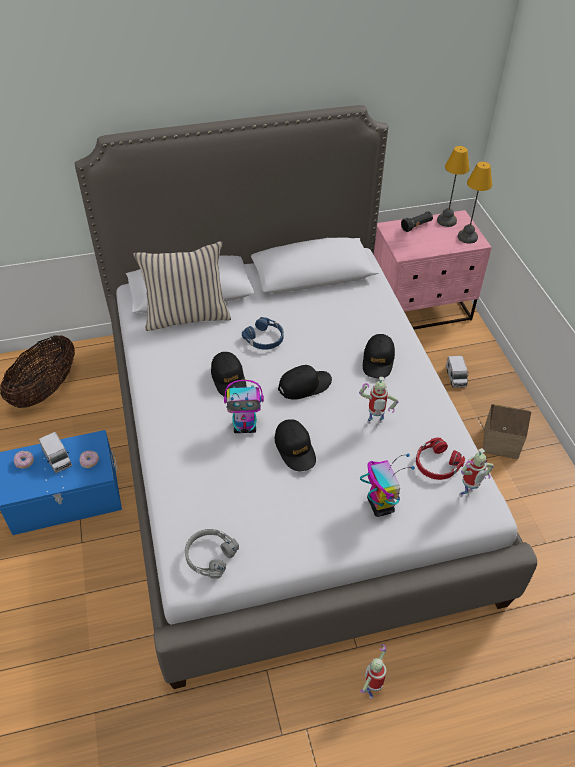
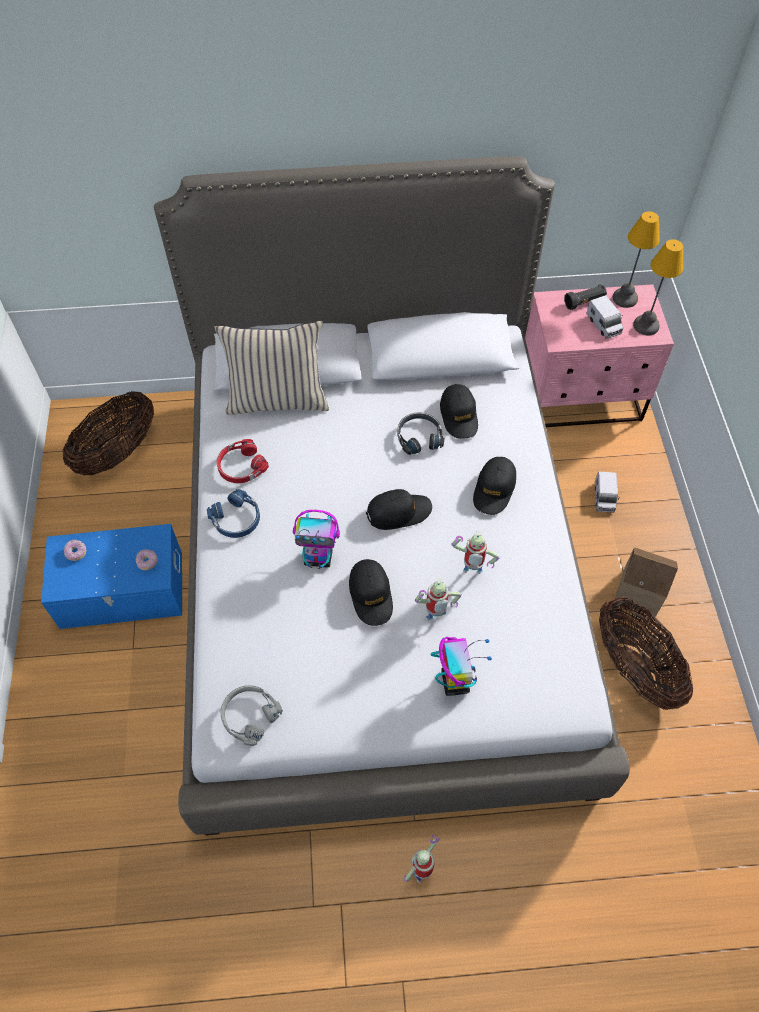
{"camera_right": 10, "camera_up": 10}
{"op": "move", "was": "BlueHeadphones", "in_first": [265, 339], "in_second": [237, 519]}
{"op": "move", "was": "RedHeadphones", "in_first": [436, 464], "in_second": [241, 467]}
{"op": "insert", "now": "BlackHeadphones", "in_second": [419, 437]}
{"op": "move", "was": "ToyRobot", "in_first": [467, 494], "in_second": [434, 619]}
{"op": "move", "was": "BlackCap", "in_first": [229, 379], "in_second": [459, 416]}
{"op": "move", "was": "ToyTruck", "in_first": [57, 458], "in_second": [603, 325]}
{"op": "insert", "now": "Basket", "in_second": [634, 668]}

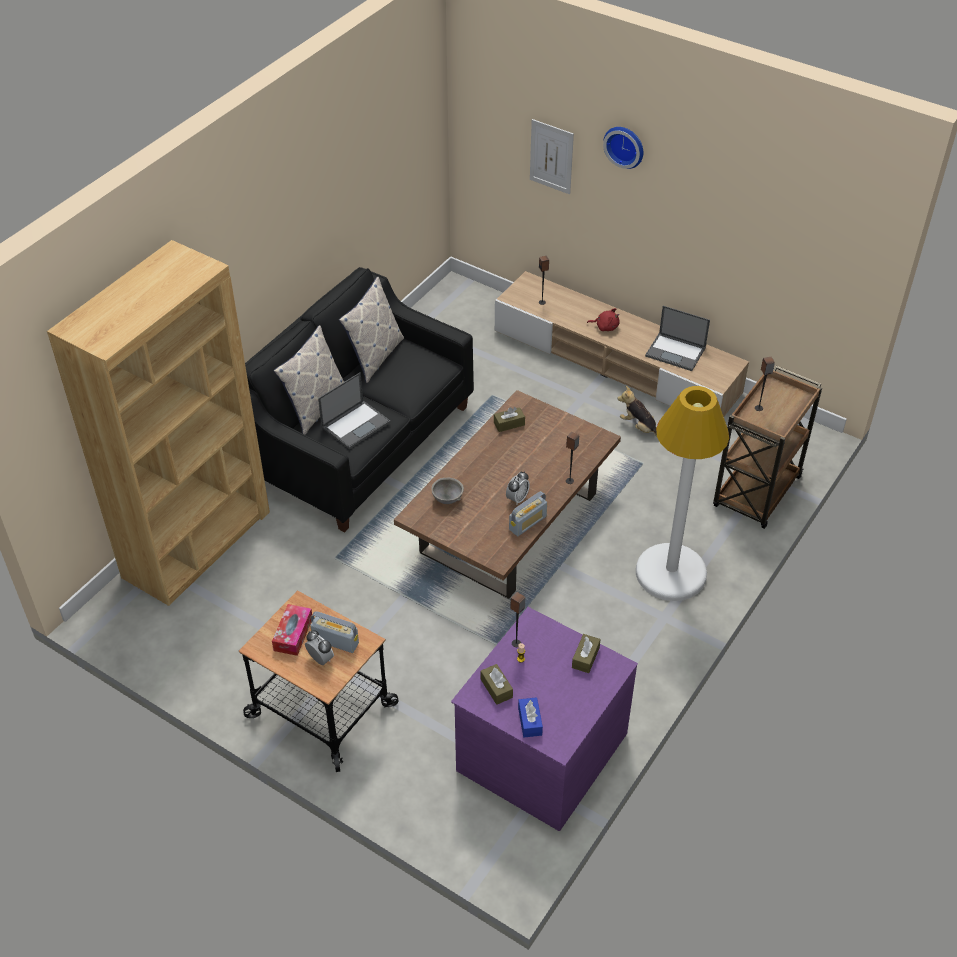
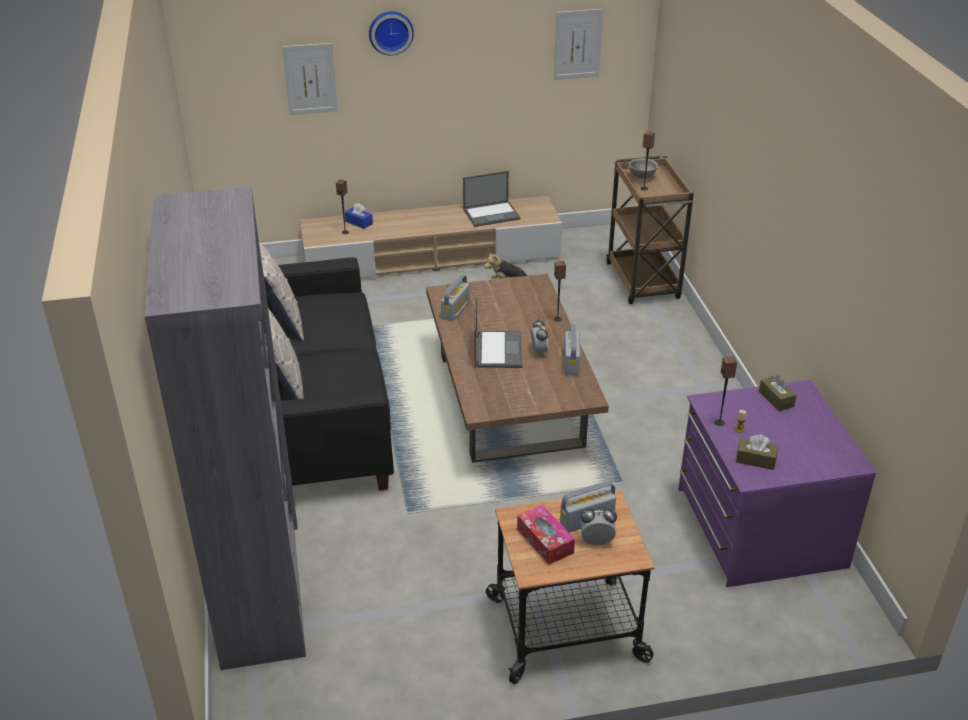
{"camera_right": -45, "camera_up": -10}
{"op": "recolor", "was": "BrownBookcase", "now": "GreyBookcase", "in_first": [197, 544], "in_second": [261, 588]}
{"op": "move", "was": "BlueTissueBox", "in_first": [530, 721], "in_second": [359, 222]}
{"op": "replace", "was": "BrownTissueBox", "now": "Radio", "in_first": [509, 424], "in_second": [455, 310]}
{"op": "move", "was": "Laptop", "in_first": [356, 424], "in_second": [497, 349]}
{"op": "insert", "now": "Picture", "in_second": [578, 44]}
{"op": "move", "was": "GreyBowl", "in_first": [447, 499], "in_second": [641, 177]}
{"op": "delete", "was": "RedPlushToy", "in_first": [605, 327]}
{"op": "delete", "was": "WhiteFloorLamp", "in_first": [671, 573]}

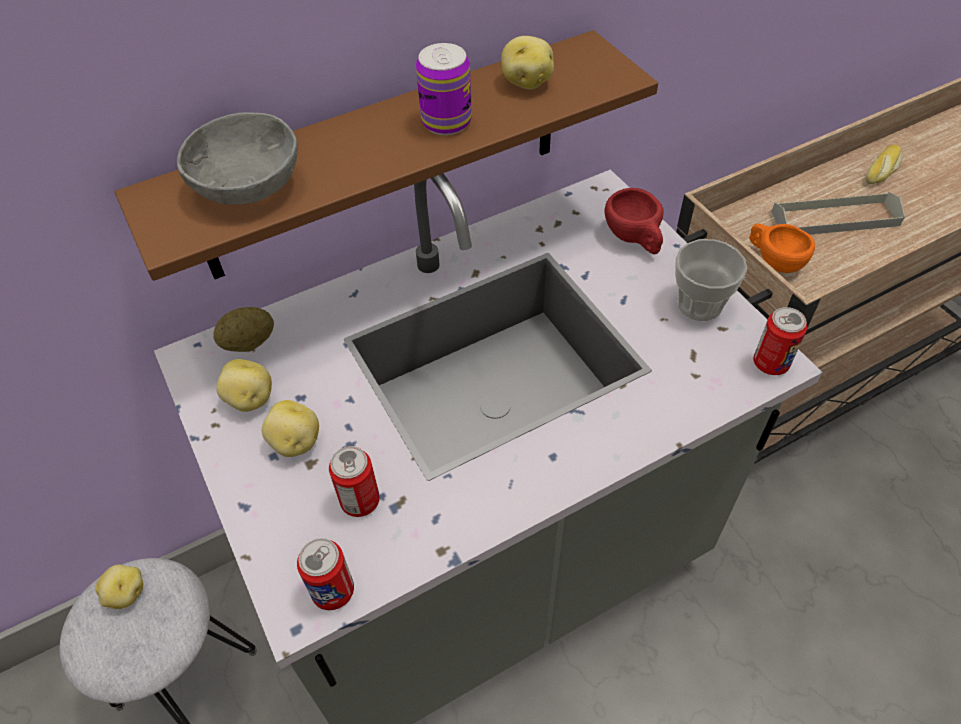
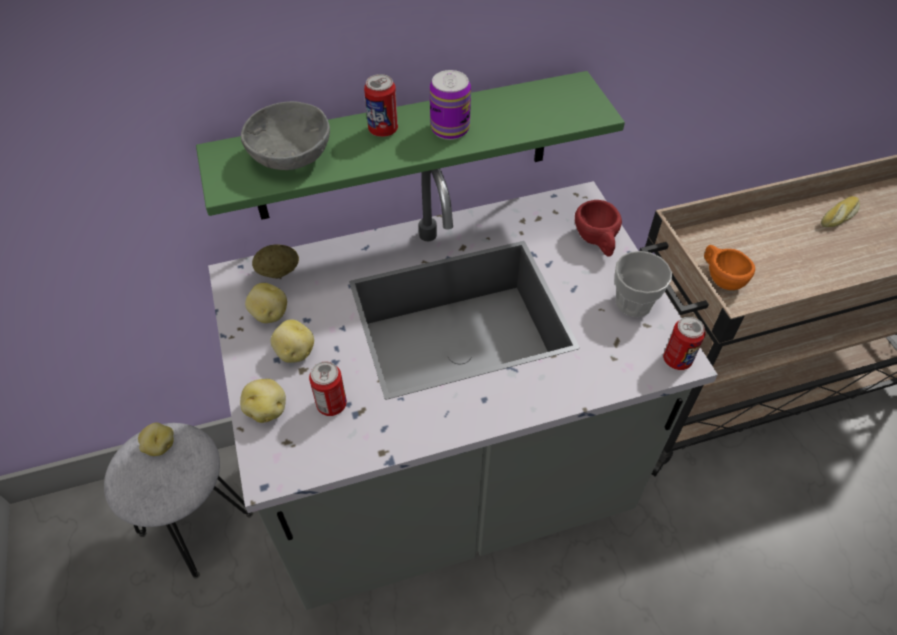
{"camera_right": 10, "camera_up": 0}
{"op": "recolor", "was": "BrownShelf", "now": "GreenShelf", "in_first": [383, 159], "in_second": [403, 148]}
{"op": "move", "was": "Potato", "in_first": [527, 82], "in_second": [267, 409]}
{"op": "move", "was": "Can", "in_first": [333, 591], "in_second": [383, 130]}
{"op": "delete", "was": "GreyTray", "in_first": [835, 218]}

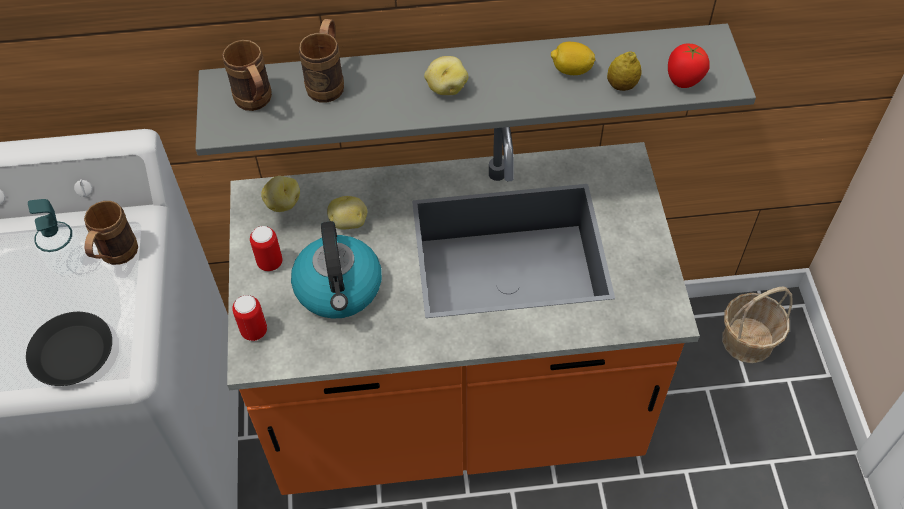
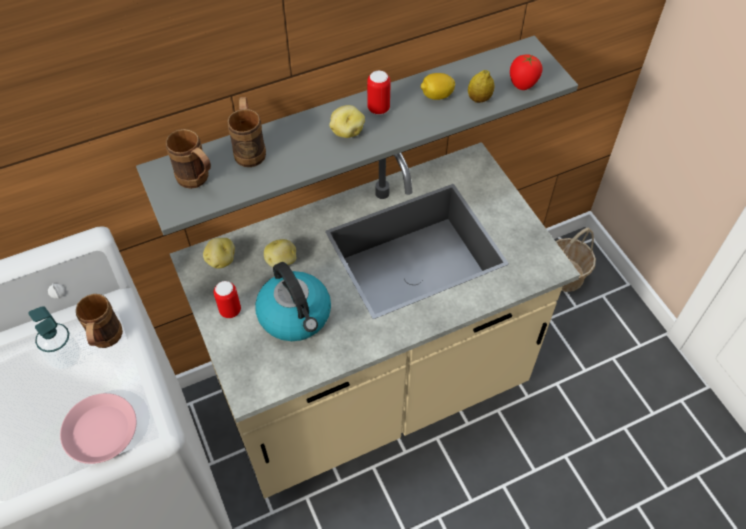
{"camera_right": -20, "camera_up": 0}
{"op": "recolor", "was": "BlackPlate", "now": "PinkPlate", "in_first": [73, 353], "in_second": [101, 431]}
{"op": "recolor", "was": "OrangeCounter", "now": "BeigeCounter", "in_first": [455, 413], "in_second": [373, 392]}
{"op": "move", "was": "Can", "in_first": [254, 331], "in_second": [378, 109]}

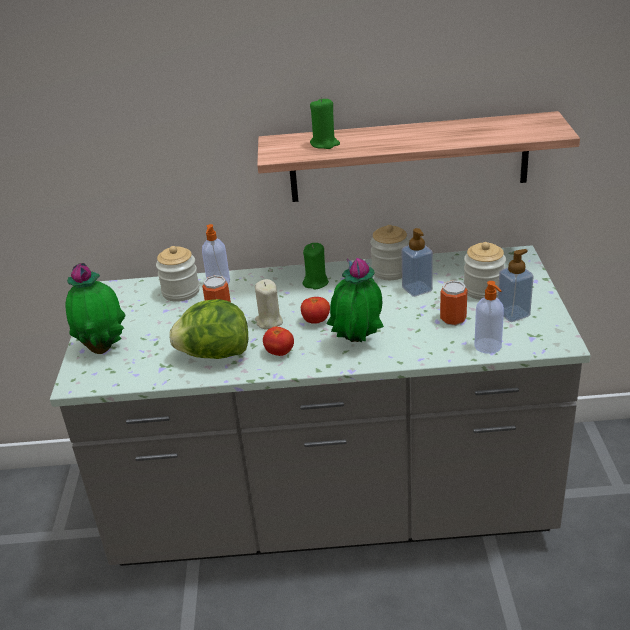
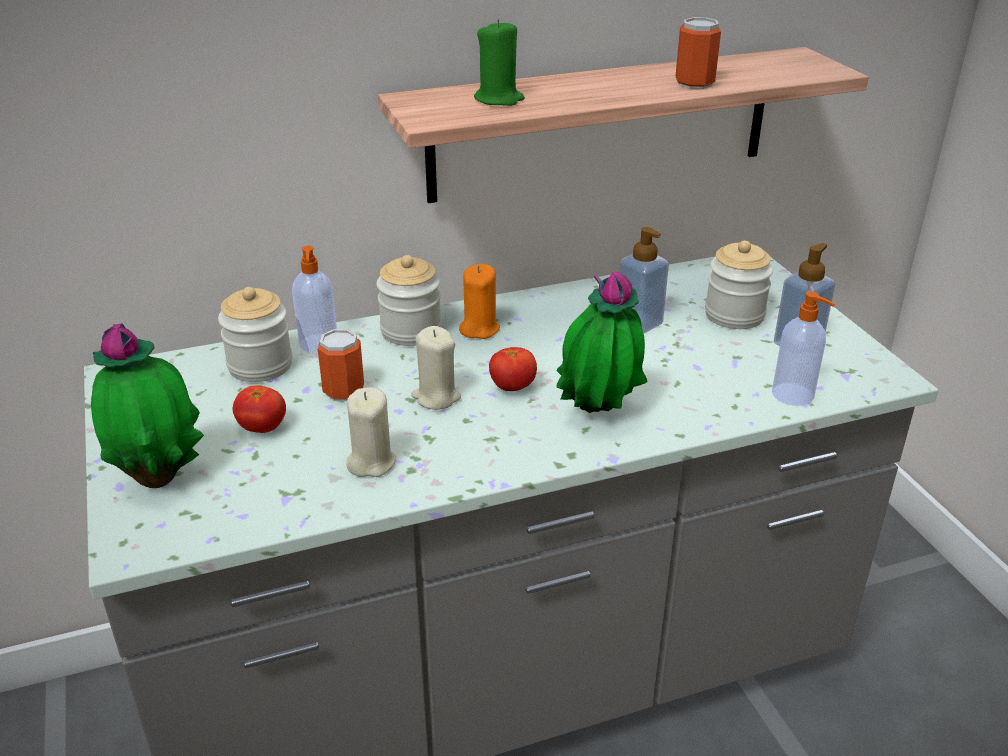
{"camera_right": -20, "camera_up": 0}
{"op": "move", "was": "Tomato", "in_first": [279, 352], "in_second": [262, 428]}
{"op": "replace", "was": "Lettuce", "now": "BeigeCandle", "in_first": [214, 355], "in_second": [371, 462]}
{"op": "move", "was": "Jar", "in_first": [390, 271], "in_second": [411, 331]}
{"op": "recolor", "was": "GreenCandle", "now": "OrangeCandle", "in_first": [316, 282], "in_second": [479, 329]}
{"op": "move", "was": "Can", "in_first": [453, 319], "in_second": [694, 83]}

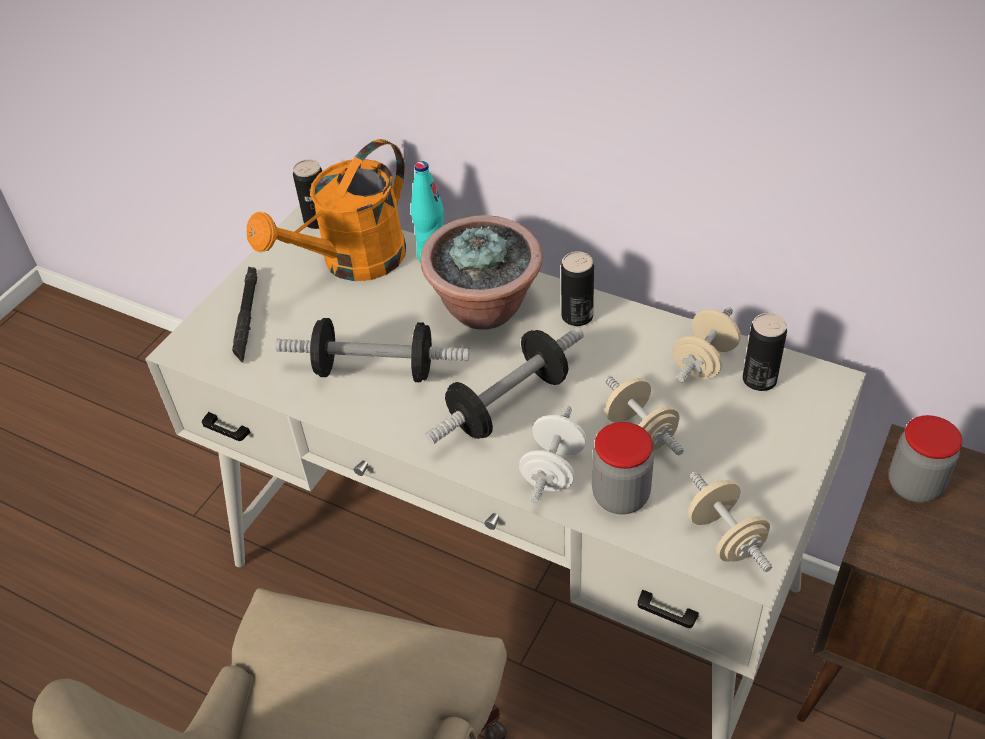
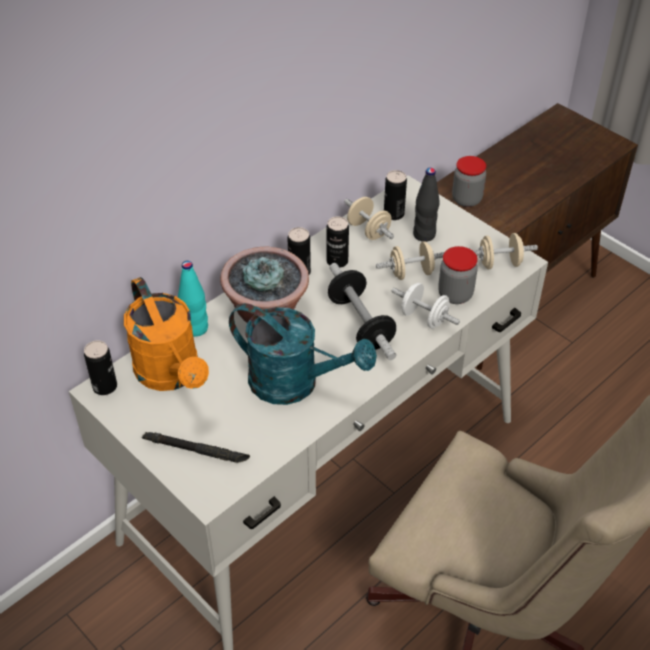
{"camera_right": -75, "camera_up": 0}
{"op": "replace", "was": "Dumbbell", "now": "TurquoiseWateringCan", "in_first": [376, 370], "in_second": [295, 383]}
{"op": "insert", "now": "Can", "in_second": [337, 261]}
{"op": "insert", "now": "BlackBottle", "in_second": [424, 235]}

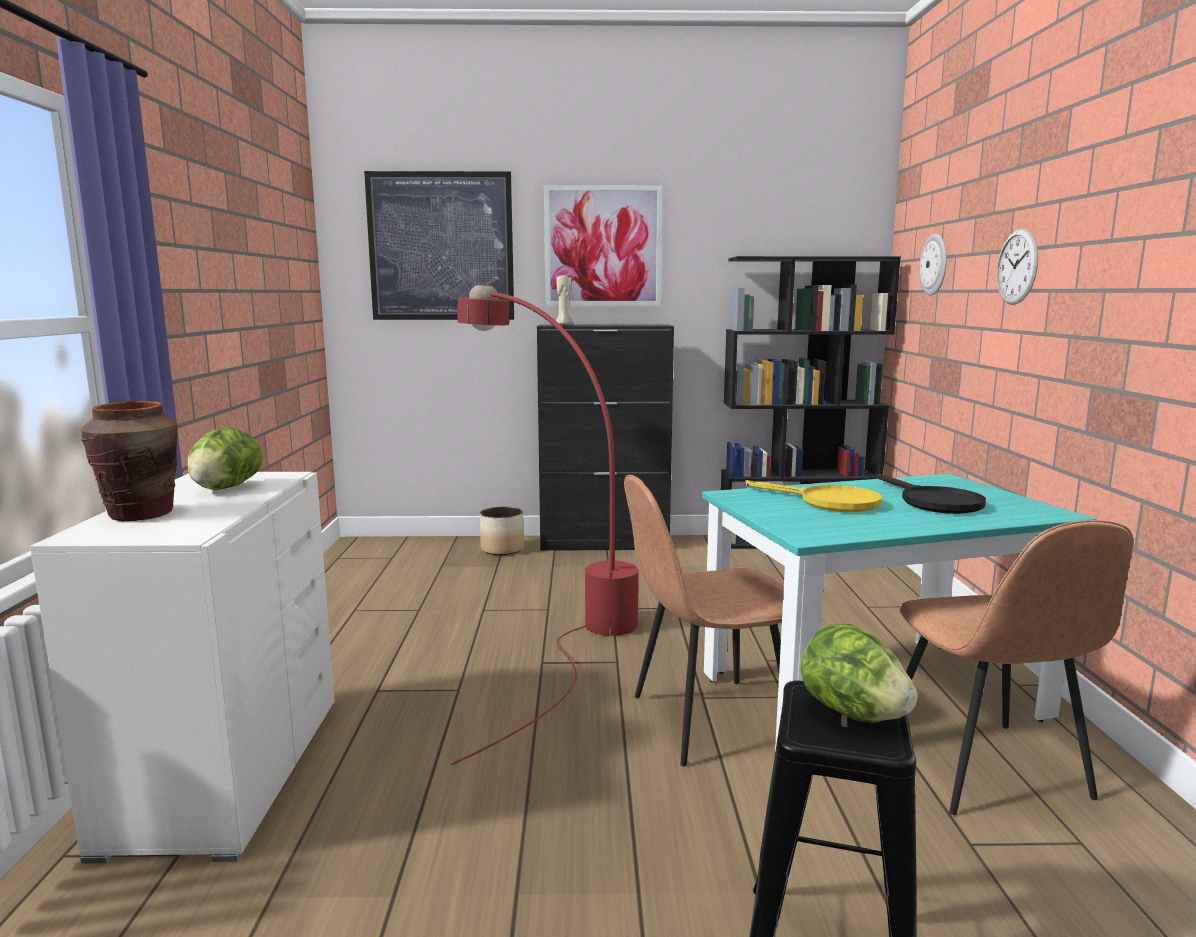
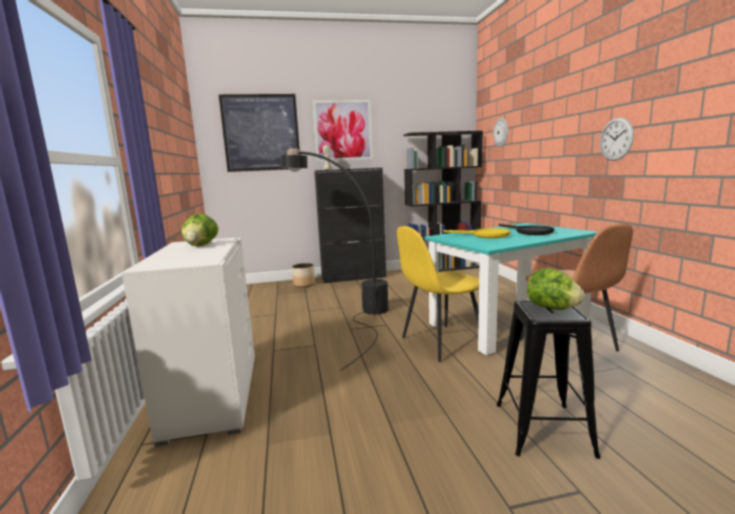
{"camera_right": -10, "camera_up": 0}
{"op": "recolor", "was": "RedFloorLamp", "now": "BlackFloorLamp", "in_first": [546, 616], "in_second": [341, 310]}
{"op": "recolor", "was": "BrownChair", "now": "YellowChair", "in_first": [707, 721], "in_second": [441, 343]}
{"op": "move", "was": "WallClock", "in_first": [1017, 267], "in_second": [616, 139]}
{"op": "delete", "was": "BrownVase", "in_first": [141, 514]}

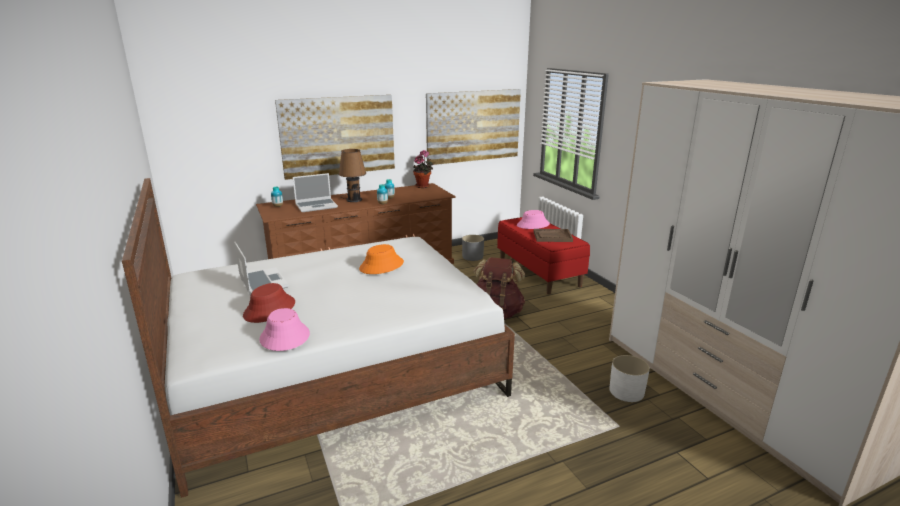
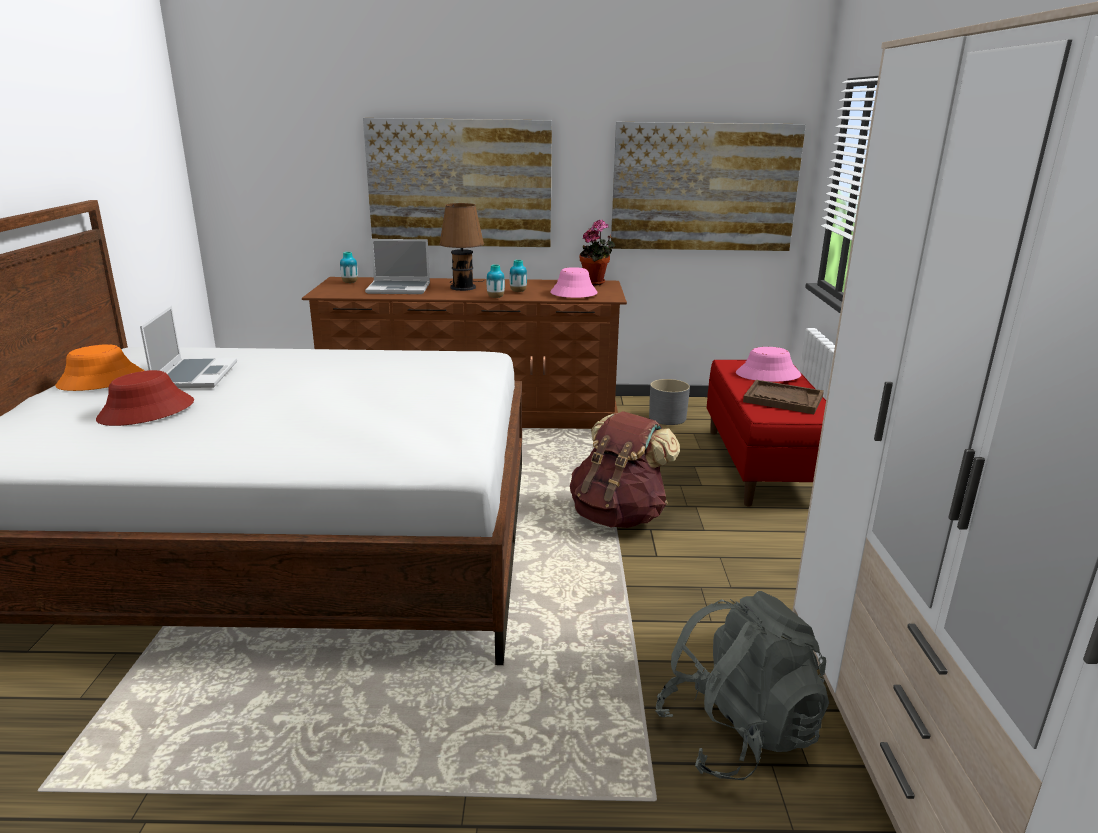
{"camera_right": 25, "camera_up": 0}
{"op": "move", "was": "OrangeHat", "in_first": [381, 266], "in_second": [101, 381]}
{"op": "move", "was": "PinkHat", "in_first": [284, 337], "in_second": [573, 293]}
{"op": "replace", "was": "WhitePlanter", "now": "GreyBackpack", "in_first": [626, 391], "in_second": [737, 733]}

